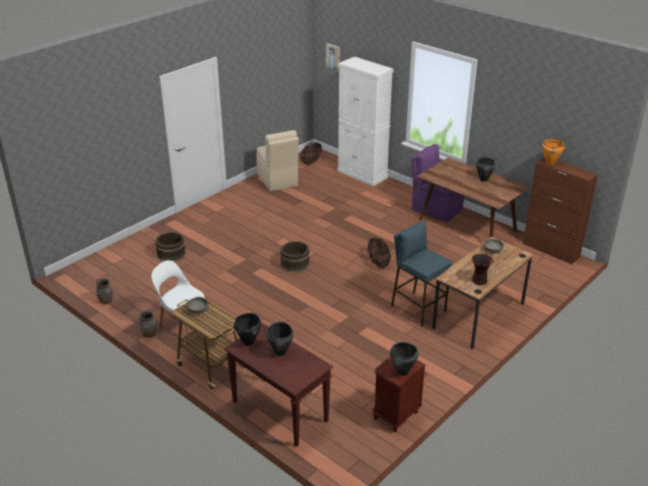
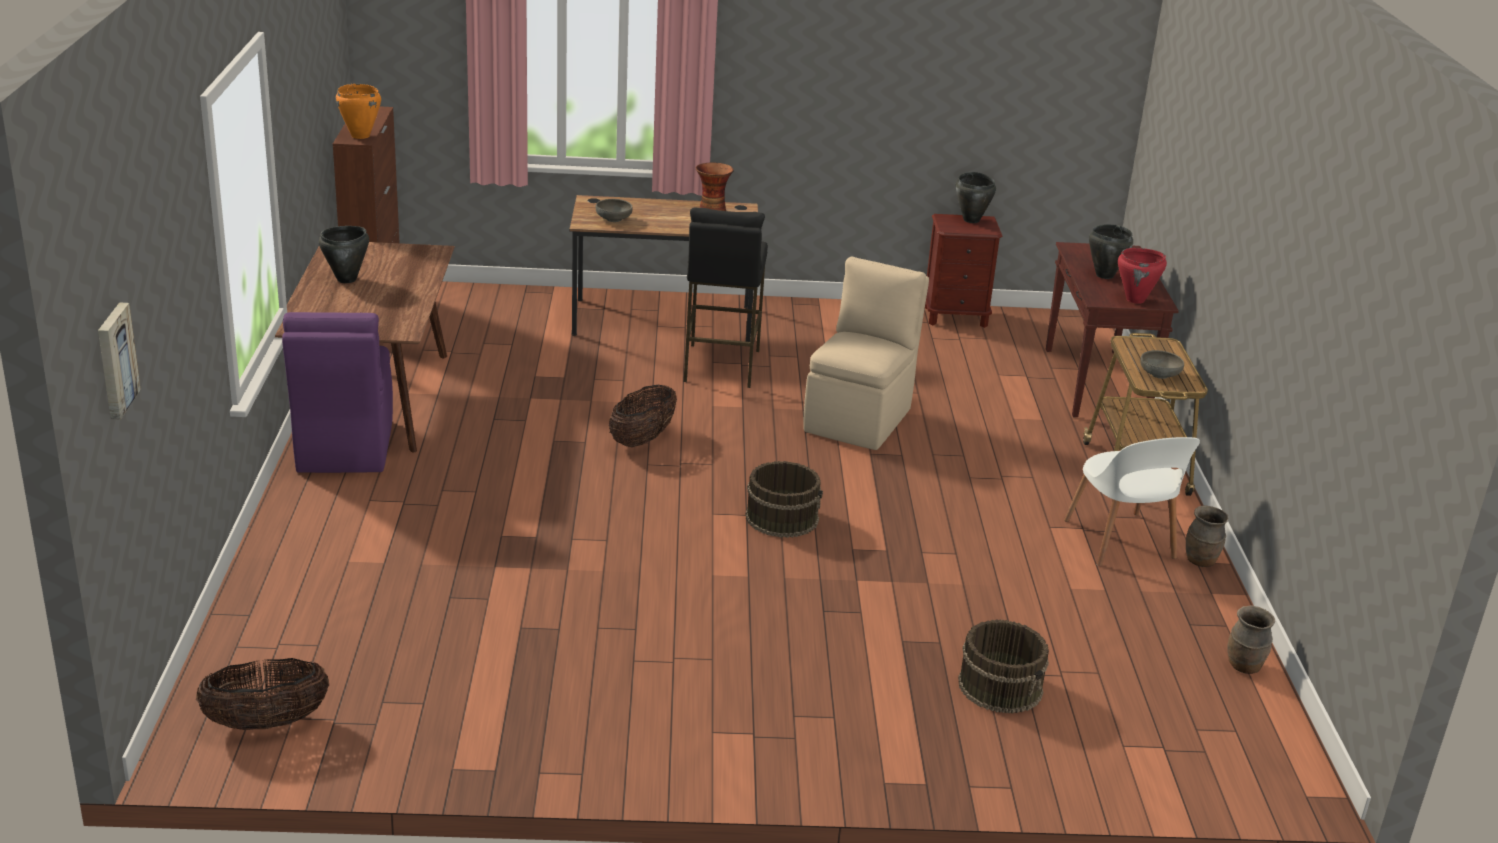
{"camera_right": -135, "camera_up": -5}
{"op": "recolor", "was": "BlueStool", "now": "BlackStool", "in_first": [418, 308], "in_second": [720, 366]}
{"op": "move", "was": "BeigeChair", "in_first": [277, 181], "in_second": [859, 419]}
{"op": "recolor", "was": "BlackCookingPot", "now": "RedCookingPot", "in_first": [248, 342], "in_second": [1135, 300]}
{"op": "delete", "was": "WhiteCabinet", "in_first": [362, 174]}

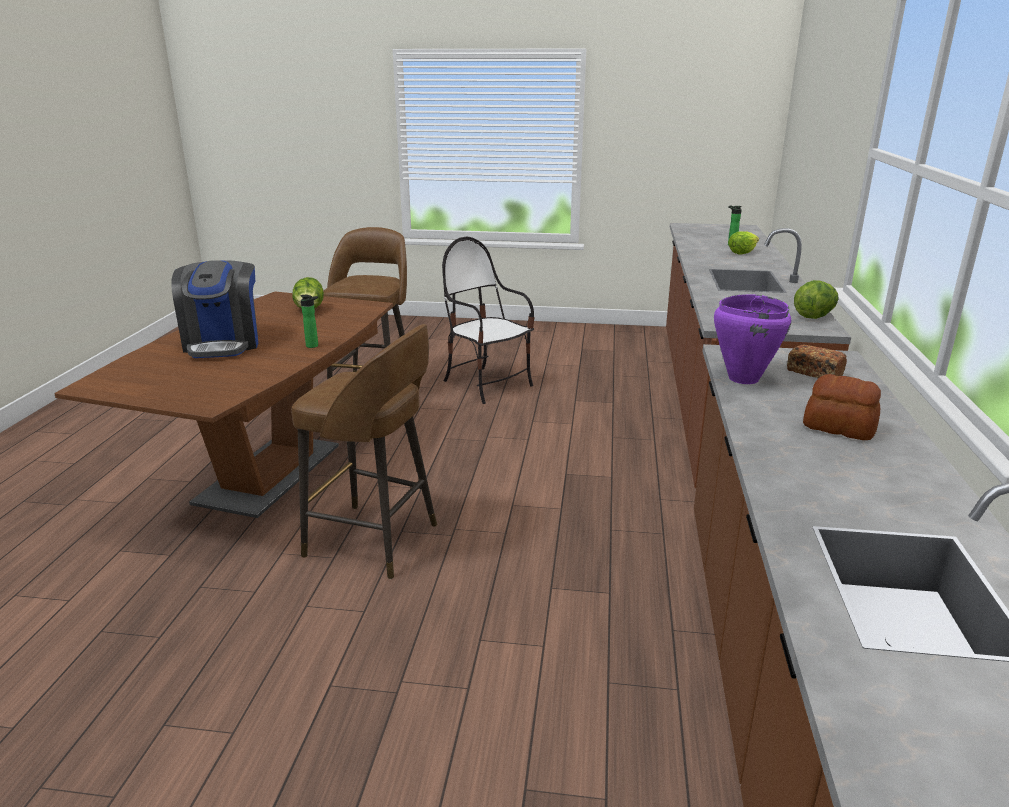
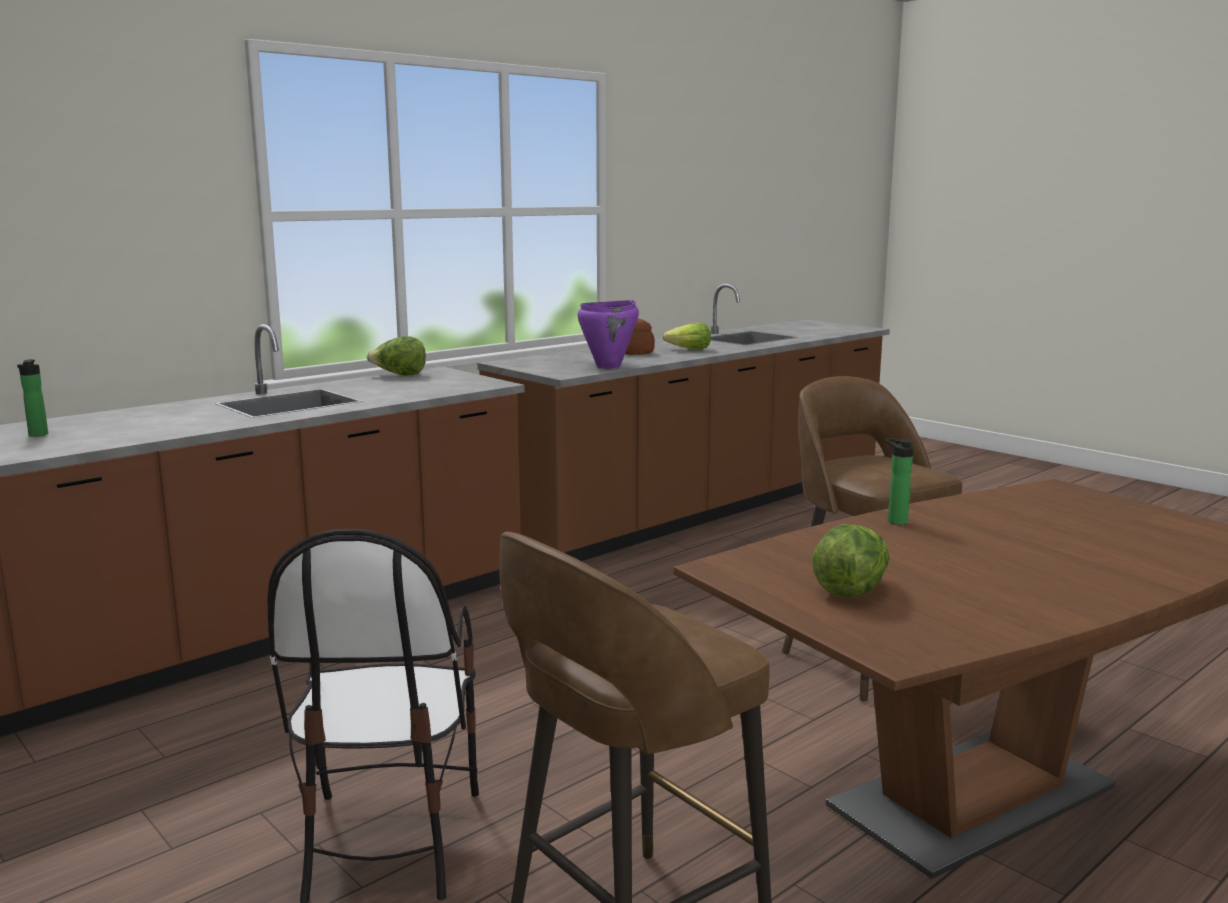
{"camera_right": -140, "camera_up": -10}
{"op": "move", "was": "Lettuce", "in_first": [742, 252], "in_second": [689, 350]}
{"op": "delete", "was": "CoffeeMachine", "in_first": [223, 344]}
{"op": "delete", "was": "Bread", "in_first": [814, 373]}

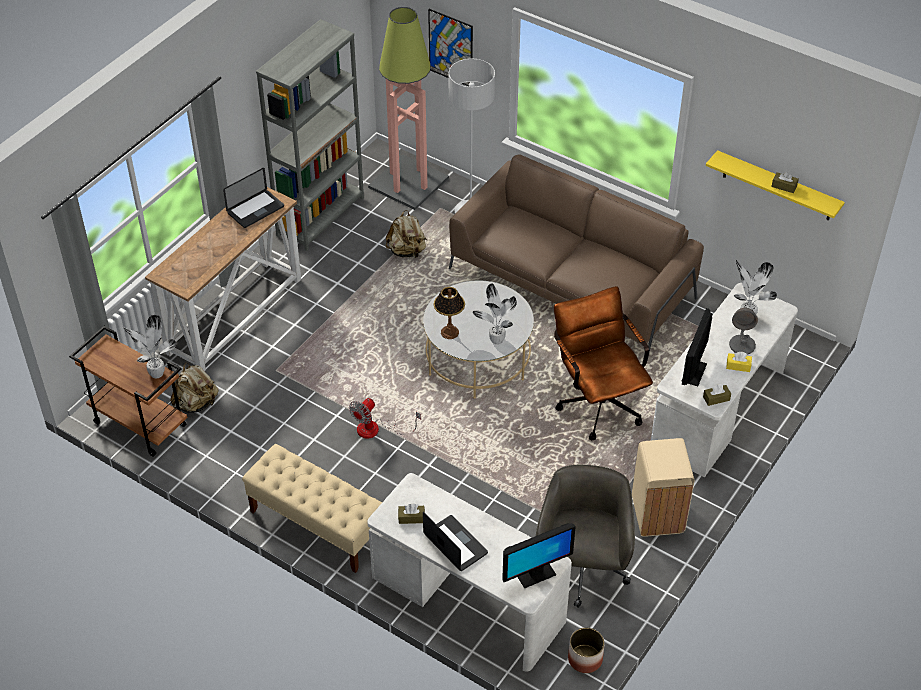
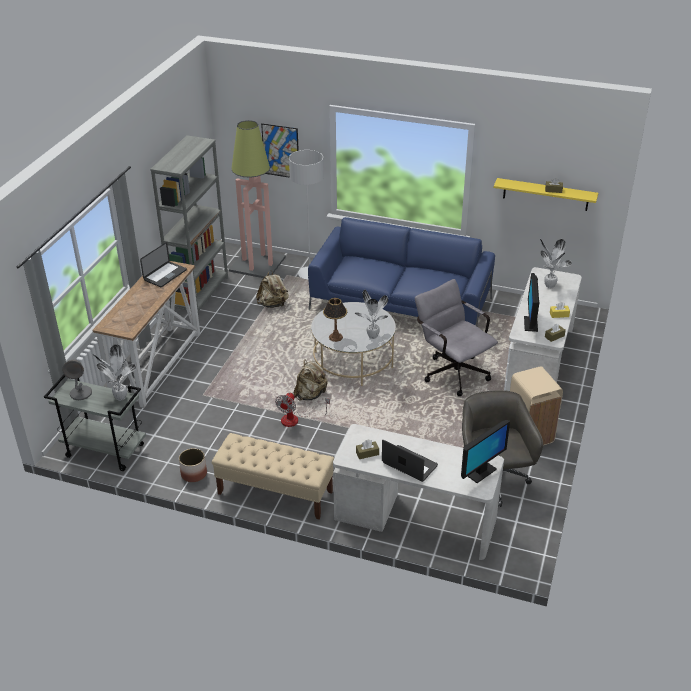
{"camera_right": -15, "camera_up": -10}
{"op": "recolor", "was": "BrownCart", "now": "GreyCart", "in_first": [139, 424], "in_second": [104, 451]}
{"op": "move", "was": "GreyTableLamp", "in_first": [742, 345], "in_second": [81, 393]}
{"op": "move", "was": "Planter", "in_first": [585, 659], "in_second": [194, 474]}
{"op": "move", "was": "BeigeBackpack", "in_first": [196, 403], "in_second": [310, 395]}
{"op": "recolor", "was": "BrownSofa", "now": "BlueSofa", "in_first": [572, 283], "in_second": [401, 304]}
{"op": "recolor", "was": "BrownOfficeChair", "now": "GreyOfficeChair", "in_first": [597, 401], "in_second": [452, 371]}

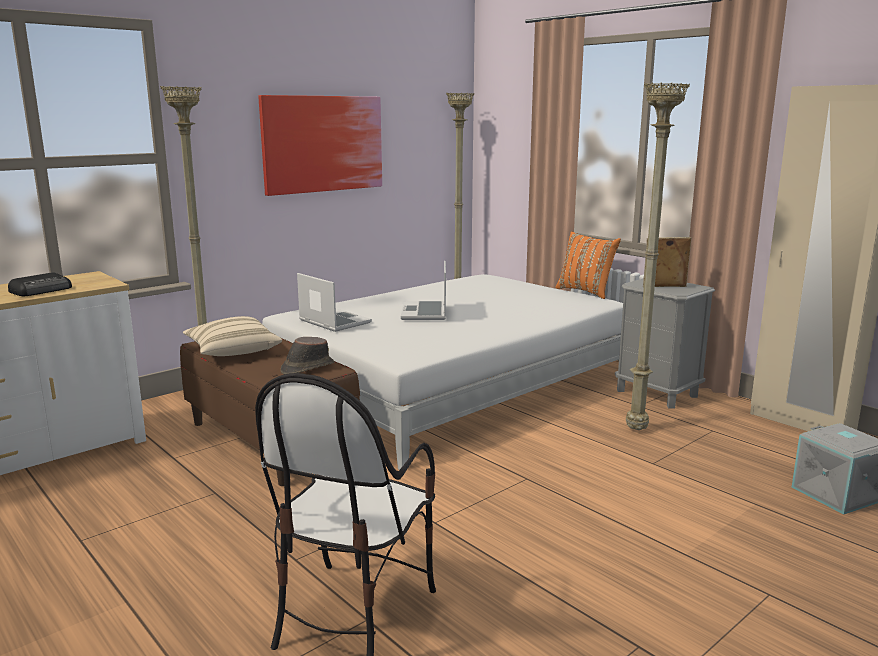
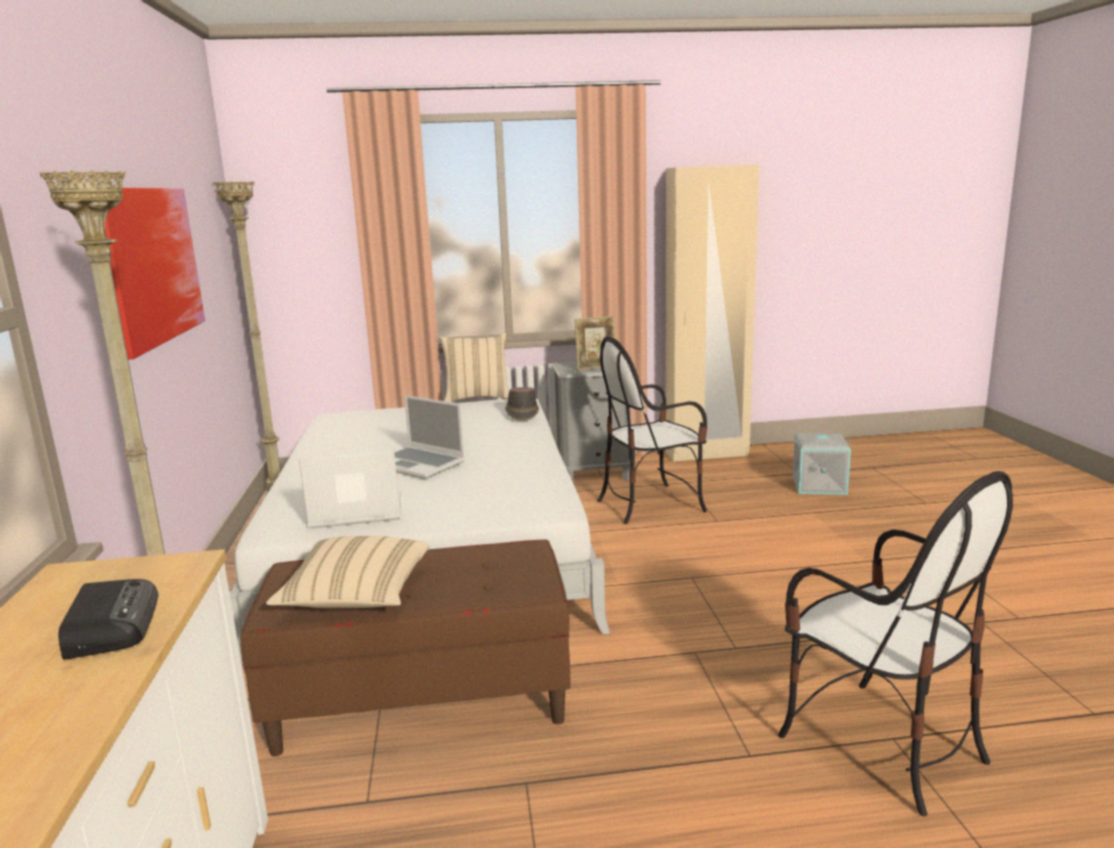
{"camera_right": -55, "camera_up": 0}
{"op": "recolor", "was": "OrangePillow", "now": "BeigePillow", "in_first": [586, 292], "in_second": [477, 398]}
{"op": "move", "was": "BrownHat", "in_first": [307, 368], "in_second": [521, 414]}
{"op": "rotate", "was": "PictureFrame", "in_first": [664, 287], "in_second": [596, 368], "clockwise": -150}
{"op": "replace", "was": "BeigeFloorLamp", "now": "Chair", "in_first": [637, 429], "in_second": [650, 504]}

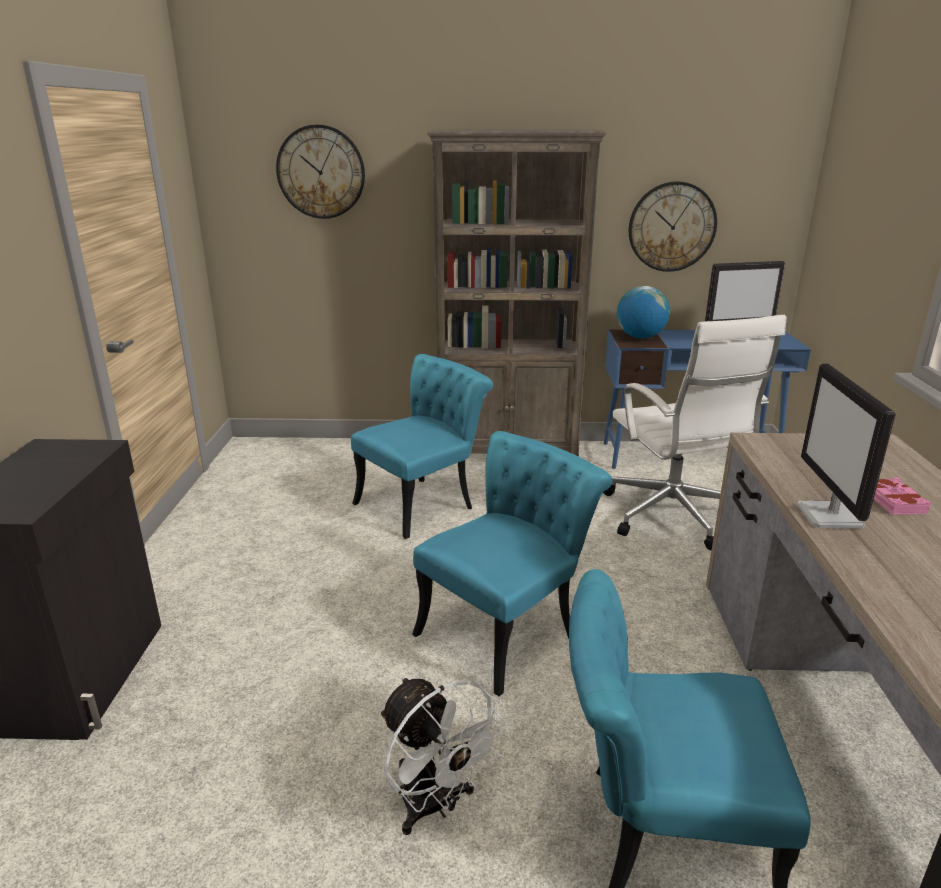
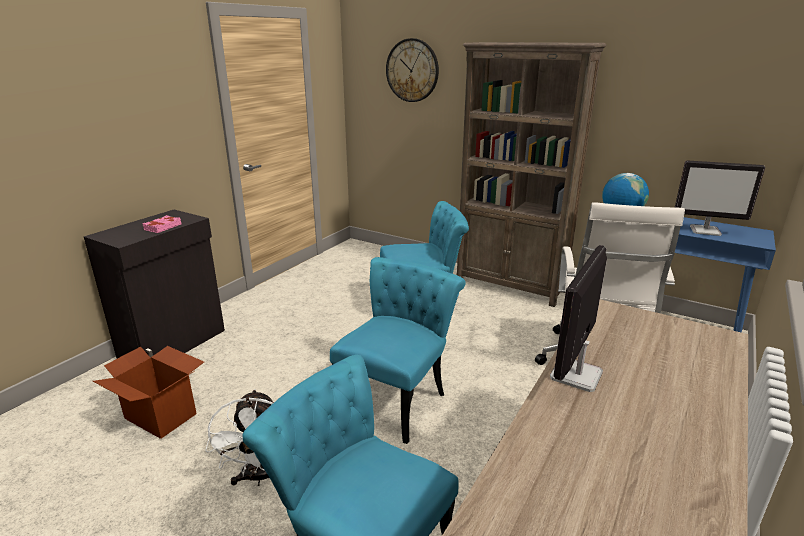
{"camera_right": 30, "camera_up": 0}
{"op": "insert", "now": "CardboardBox", "in_second": [161, 415]}
{"op": "move", "was": "PinkBook", "in_first": [892, 501], "in_second": [162, 227]}
{"op": "rotate", "was": "TurquoiseChair", "in_first": [507, 629], "in_second": [397, 396], "clockwise": -45}
{"op": "delete", "was": "WallClock", "in_first": [672, 227]}

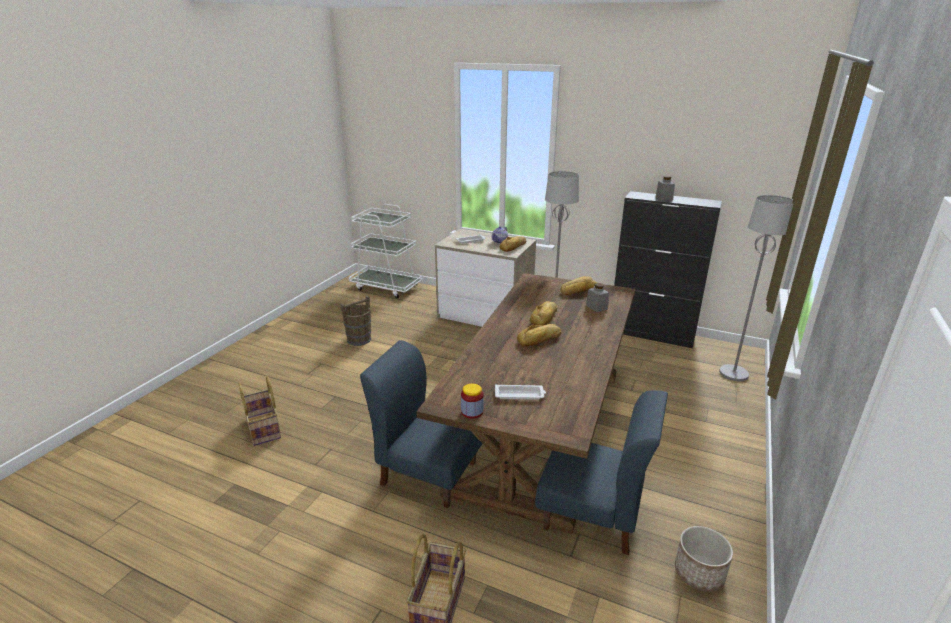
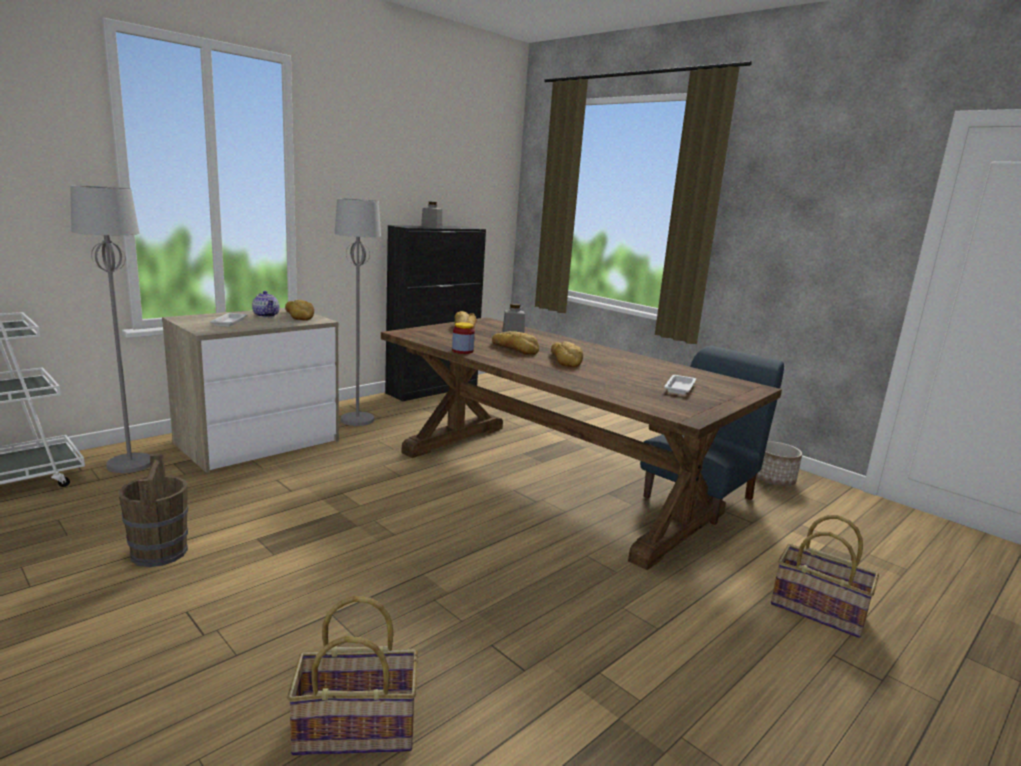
{"camera_right": -70, "camera_up": -10}
{"op": "move", "was": "GreyFloorLamp", "in_first": [733, 374], "in_second": [130, 464]}
{"op": "move", "was": "Jar", "in_first": [472, 412], "in_second": [462, 351]}
{"op": "delete", "was": "BlueChair", "in_first": [428, 472]}

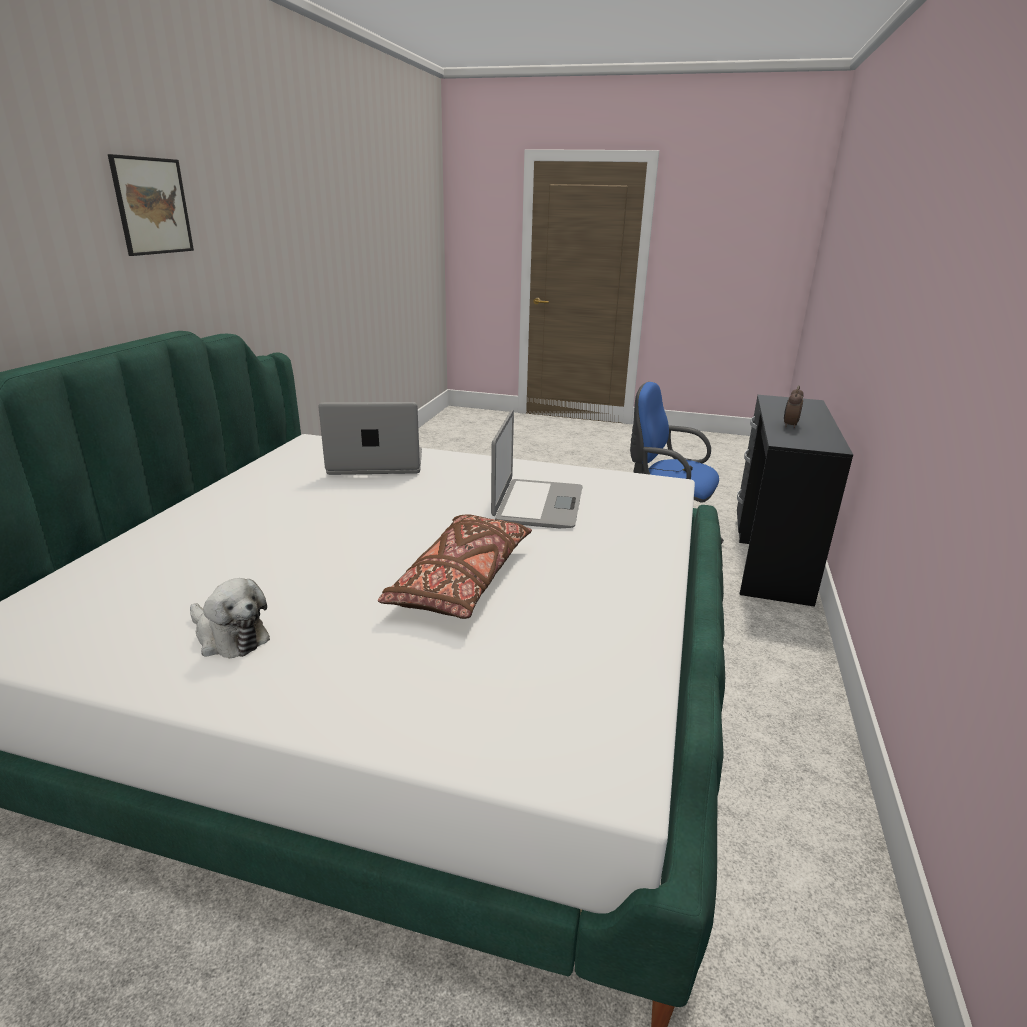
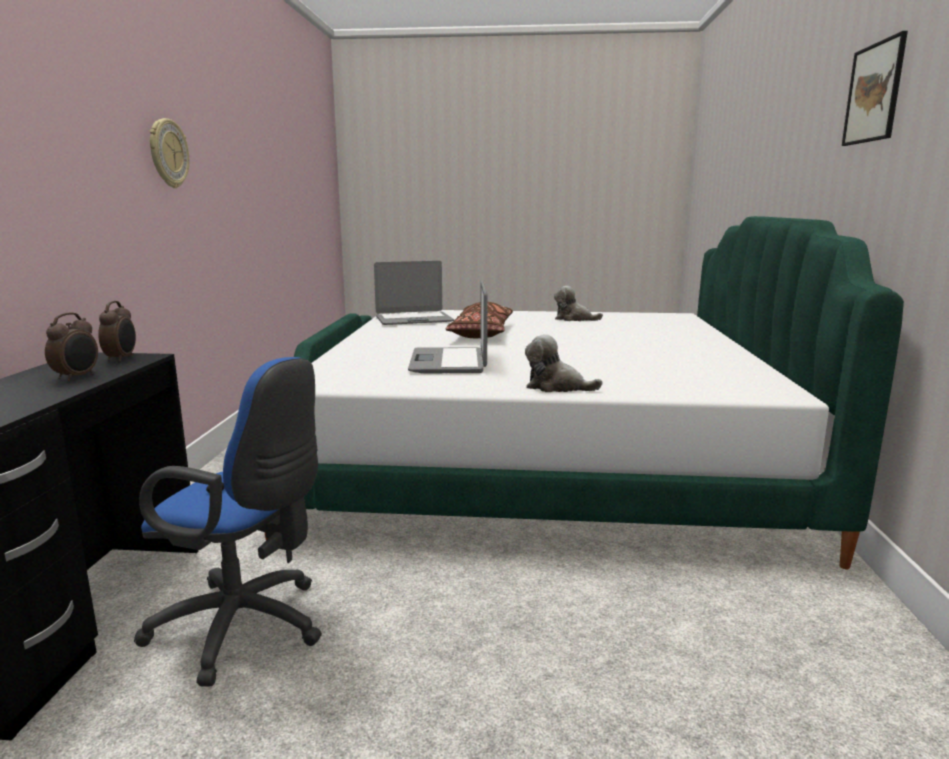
{"camera_right": 170, "camera_up": -10}
{"op": "insert", "now": "AlarmClock", "in_second": [122, 359]}
{"op": "insert", "now": "WallClock", "in_second": [168, 153]}
{"op": "move", "was": "Laptop", "in_first": [376, 463], "in_second": [414, 320]}
{"op": "insert", "now": "PlushToy", "in_second": [556, 387]}

